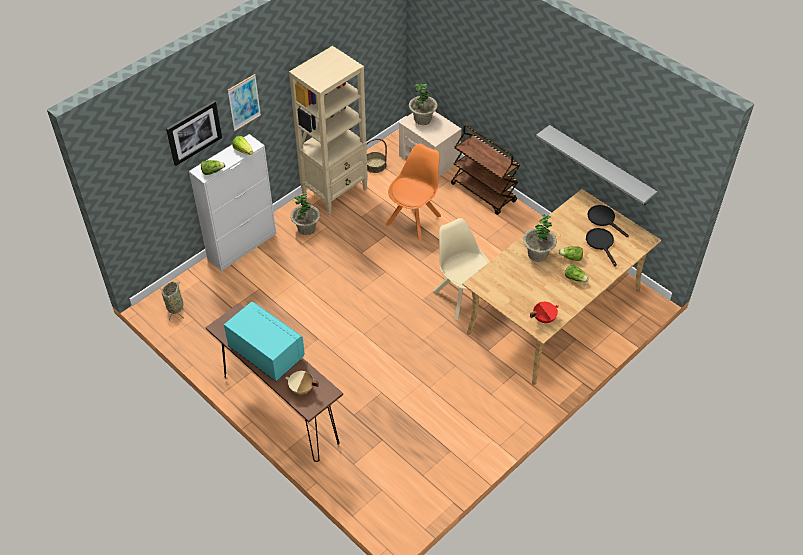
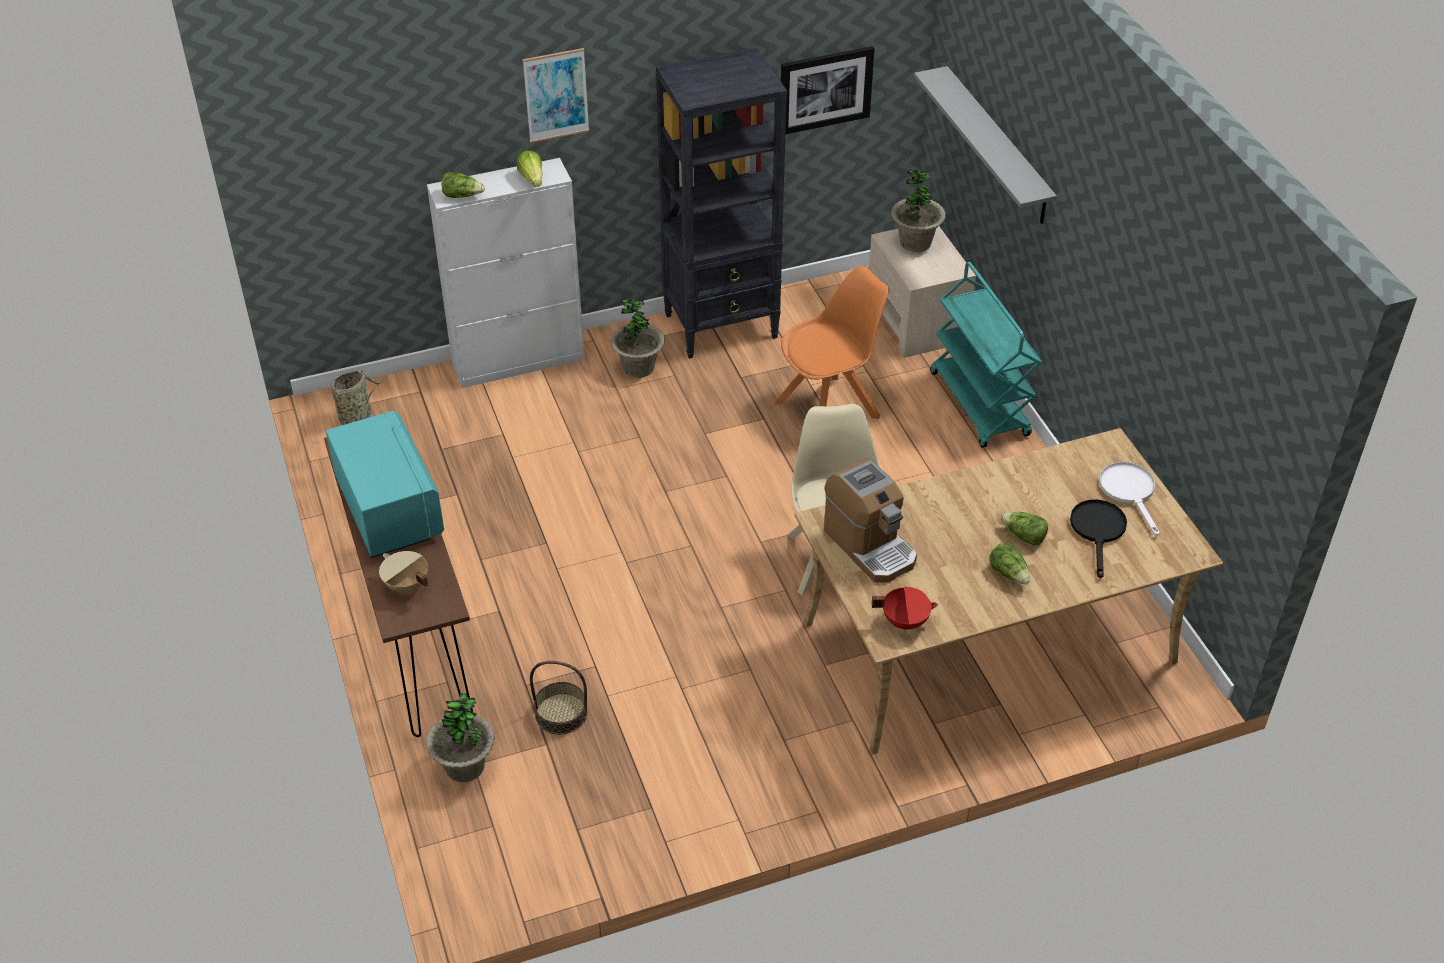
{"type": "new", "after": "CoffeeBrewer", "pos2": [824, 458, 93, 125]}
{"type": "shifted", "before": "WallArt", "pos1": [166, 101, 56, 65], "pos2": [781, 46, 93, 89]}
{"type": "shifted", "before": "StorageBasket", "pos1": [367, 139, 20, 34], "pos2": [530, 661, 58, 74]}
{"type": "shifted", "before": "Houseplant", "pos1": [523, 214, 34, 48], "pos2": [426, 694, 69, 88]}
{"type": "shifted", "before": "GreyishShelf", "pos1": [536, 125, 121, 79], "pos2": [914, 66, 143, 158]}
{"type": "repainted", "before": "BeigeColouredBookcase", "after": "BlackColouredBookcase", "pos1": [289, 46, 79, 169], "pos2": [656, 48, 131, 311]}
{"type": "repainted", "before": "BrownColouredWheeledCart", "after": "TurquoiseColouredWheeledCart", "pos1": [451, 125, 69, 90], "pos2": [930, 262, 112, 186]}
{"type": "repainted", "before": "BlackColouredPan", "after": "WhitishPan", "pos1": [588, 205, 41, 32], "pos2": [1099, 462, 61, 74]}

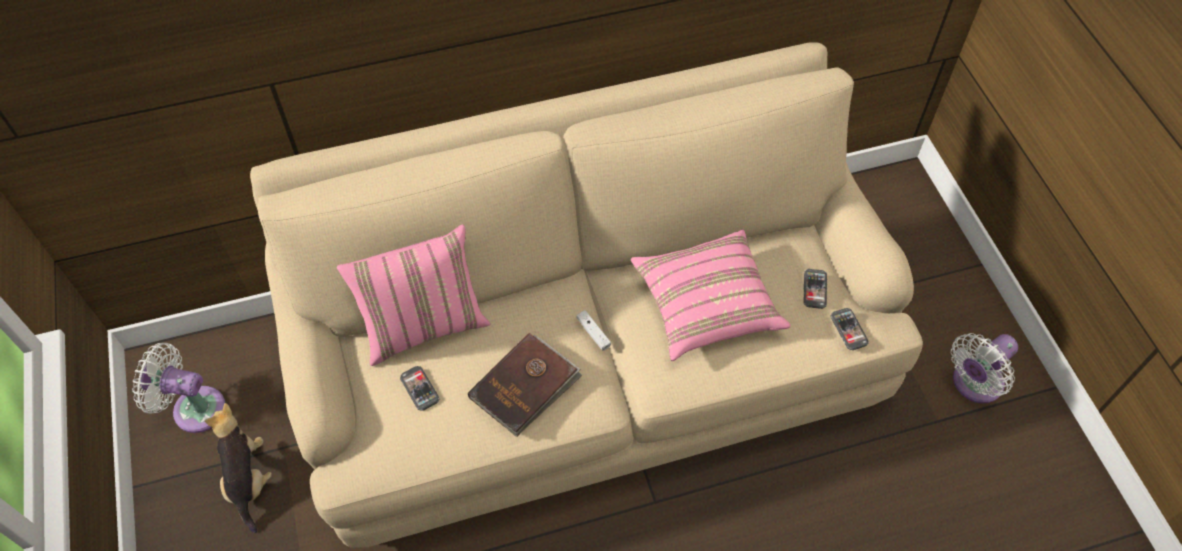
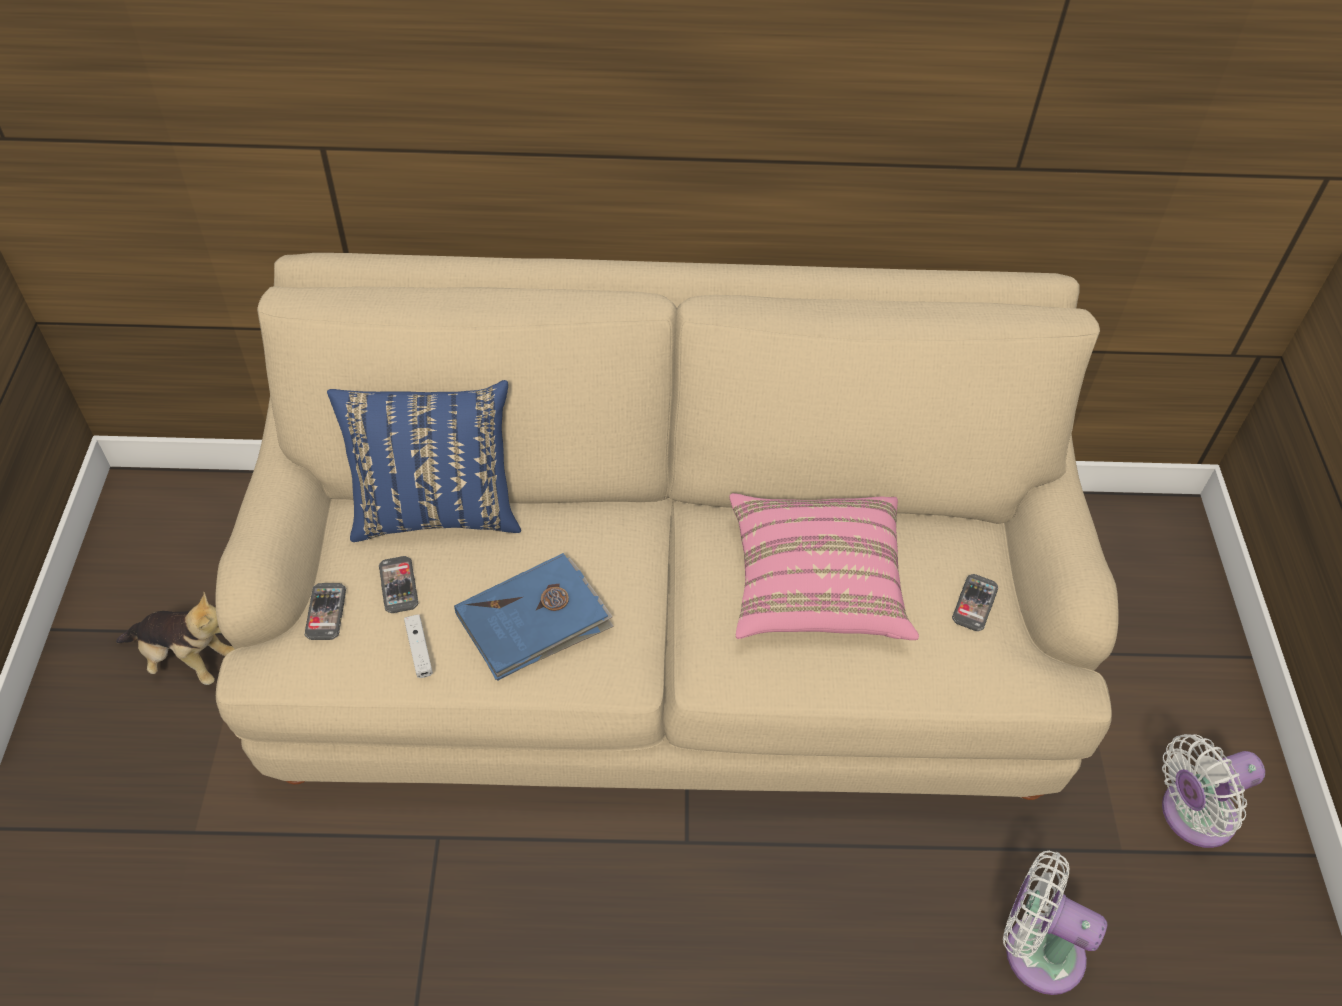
{"type": "shifted", "before": "WhitishElectricFan", "pos1": [132, 343, 93, 90], "pos2": [1003, 851, 104, 144]}
{"type": "shifted", "before": "WhitishJoypad", "pos1": [577, 310, 34, 41], "pos2": [404, 614, 29, 64]}
{"type": "shifted", "before": "Handset", "pos1": [830, 308, 39, 42], "pos2": [305, 583, 41, 57]}
{"type": "repainted", "before": "PinkishCushion", "after": "BlueColouredCushion", "pos1": [337, 225, 153, 141], "pos2": [327, 380, 194, 162]}
{"type": "repainted", "before": "BrownColouredVolume", "after": "BlueColouredVolume", "pos1": [468, 333, 114, 104], "pos2": [454, 553, 160, 128]}
{"type": "rotated", "before": "CuddlyToy", "pos1": [204, 403, 68, 130], "pos2": [116, 592, 119, 93], "turn": 105}

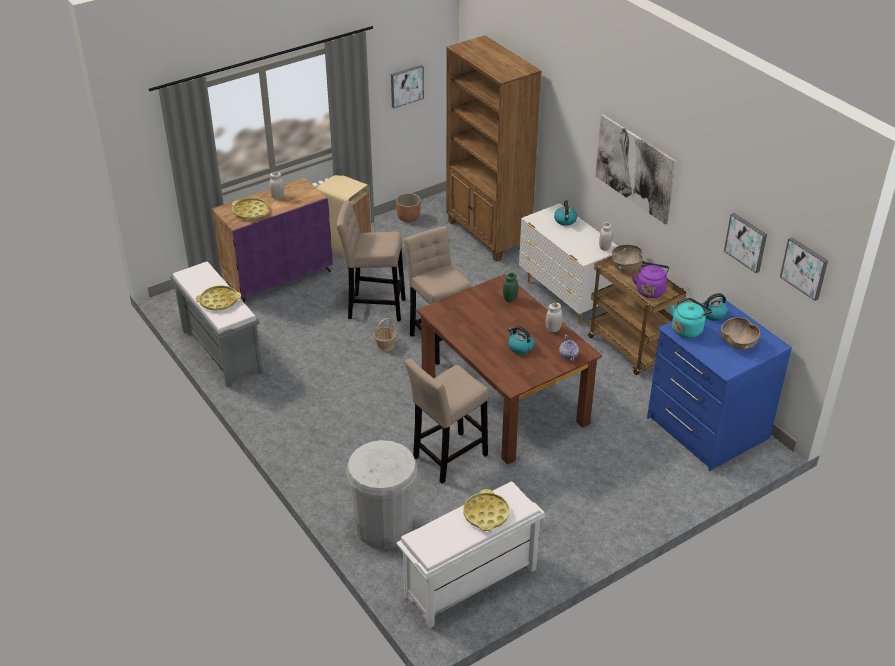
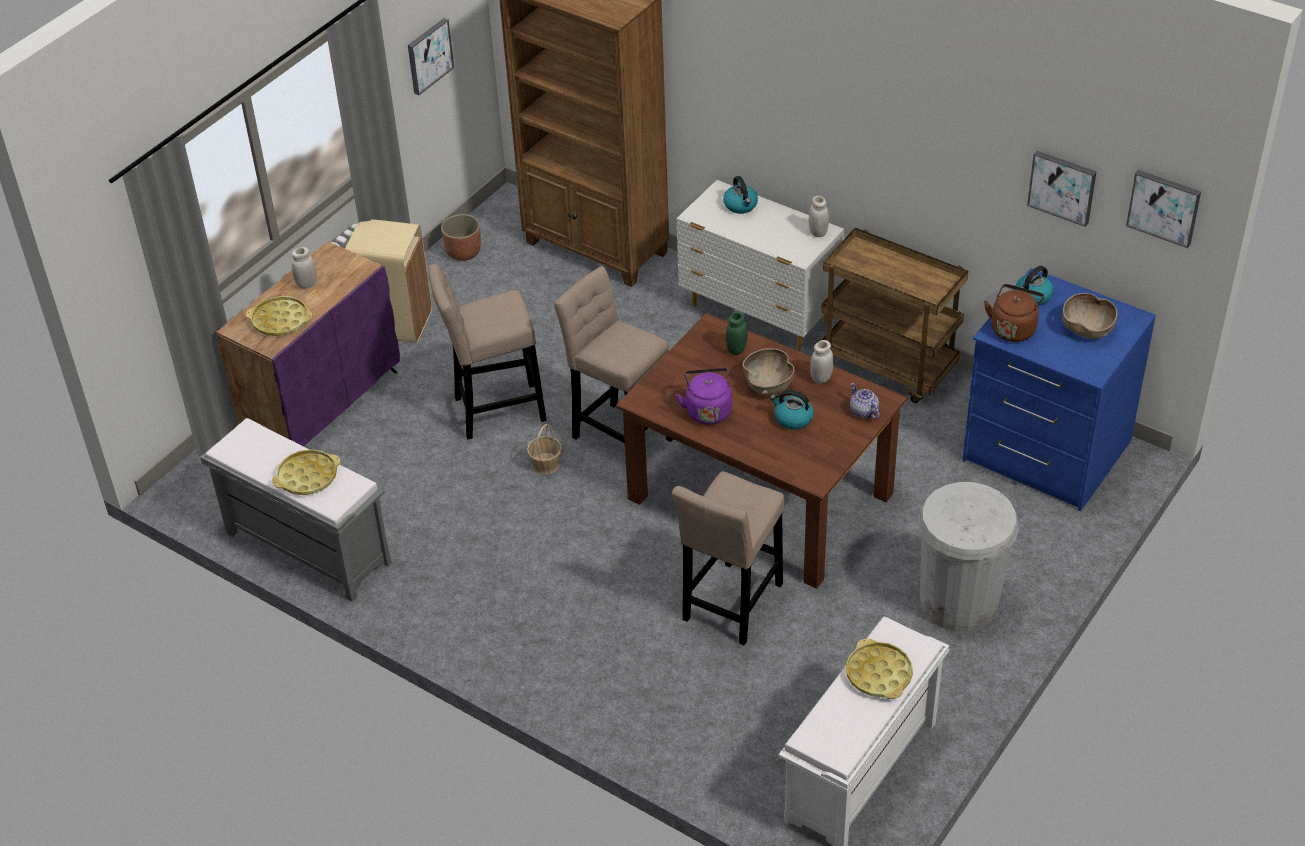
{"type": "gone", "before": "WallArt", "pos1": [595, 114, 81, 111]}
{"type": "shifted", "before": "WhitishWasteBin", "pos1": [346, 440, 72, 109], "pos2": [918, 482, 101, 150]}
{"type": "shifted", "before": "BrownColouredServingBowl", "pos1": [612, 244, 31, 27], "pos2": [742, 348, 53, 47]}
{"type": "shifted", "before": "PurpleWaterKettle", "pos1": [631, 262, 38, 36], "pos2": [676, 368, 56, 57]}
{"type": "repainted", "before": "TurquoiseColouredWaterKettle", "after": "BrownColouredWaterKettle", "pos1": [671, 298, 41, 40], "pos2": [984, 284, 61, 58]}

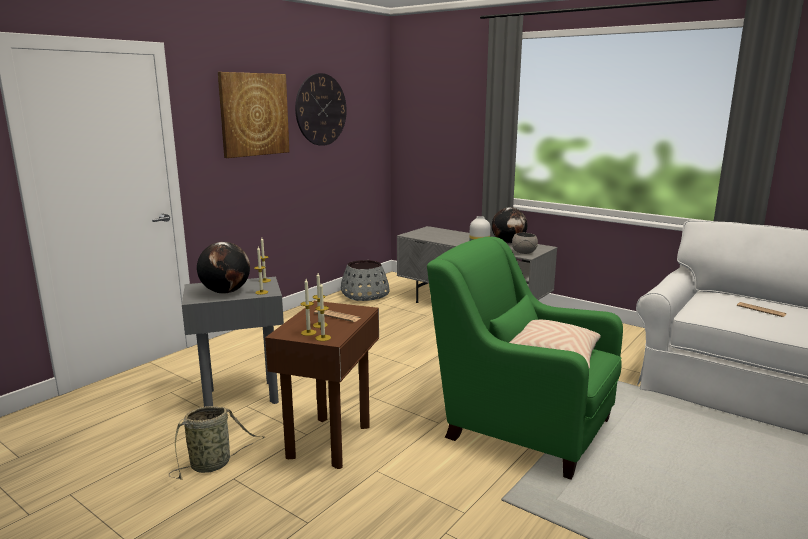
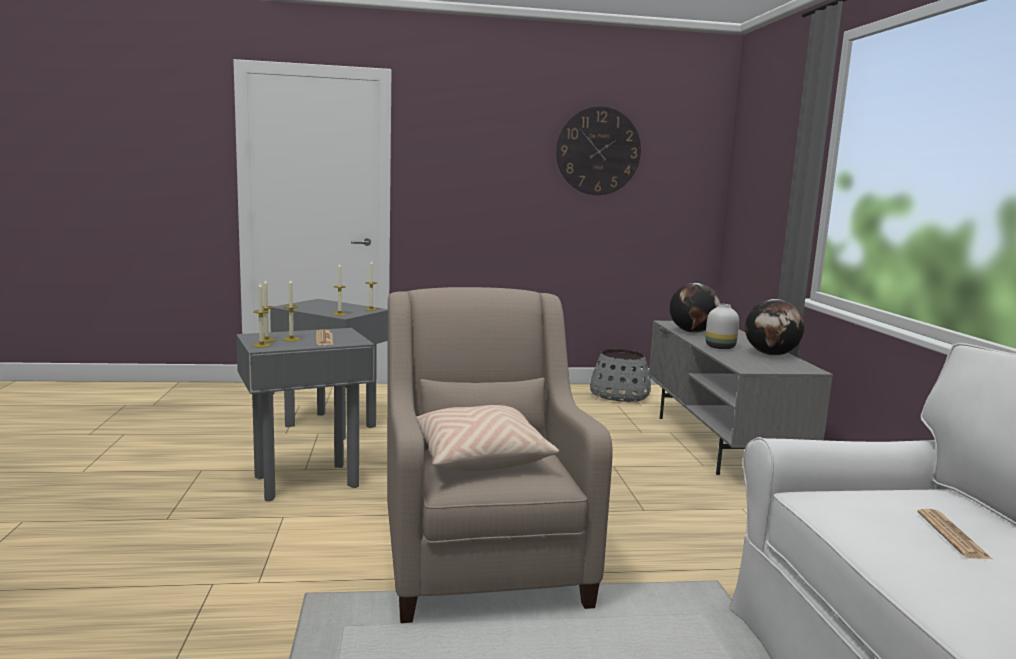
{"type": "gone", "before": "StorageBasket", "pos1": [168, 406, 97, 74]}
{"type": "gone", "before": "WallArt", "pos1": [218, 72, 71, 86]}
{"type": "gone", "before": "GreyishServingBowl", "pos1": [512, 233, 26, 21]}
{"type": "shifted", "before": "WorldGlobe", "pos1": [197, 242, 53, 52], "pos2": [670, 283, 50, 50]}
{"type": "repainted", "before": "BrownColouredSideTable", "after": "GreyishSideTable", "pos1": [265, 301, 114, 168], "pos2": [236, 328, 139, 174]}
{"type": "repainted", "before": "GreenArmchair", "after": "BeigeColouredArmchair", "pos1": [427, 237, 196, 243], "pos2": [387, 287, 226, 336]}

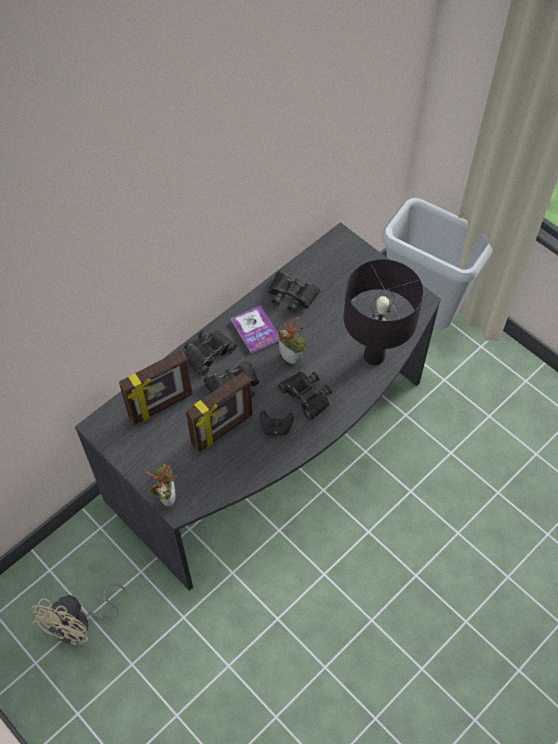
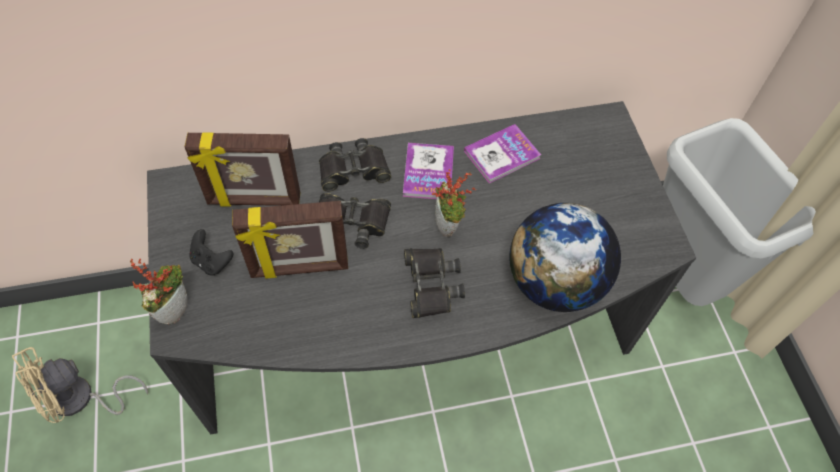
{"type": "shifted", "before": "BlackColouredJoypad", "pos1": [260, 410, 34, 26], "pos2": [189, 229, 44, 47]}
{"type": "swapped", "before": "BlackColouredBinoculars", "after": "Volume", "pos1": [268, 271, 52, 42], "pos2": [464, 124, 77, 59]}
{"type": "swapped", "before": "BlackColouredLampForATable", "after": "WorldGlobe", "pos1": [344, 259, 80, 106], "pos2": [510, 203, 111, 109]}

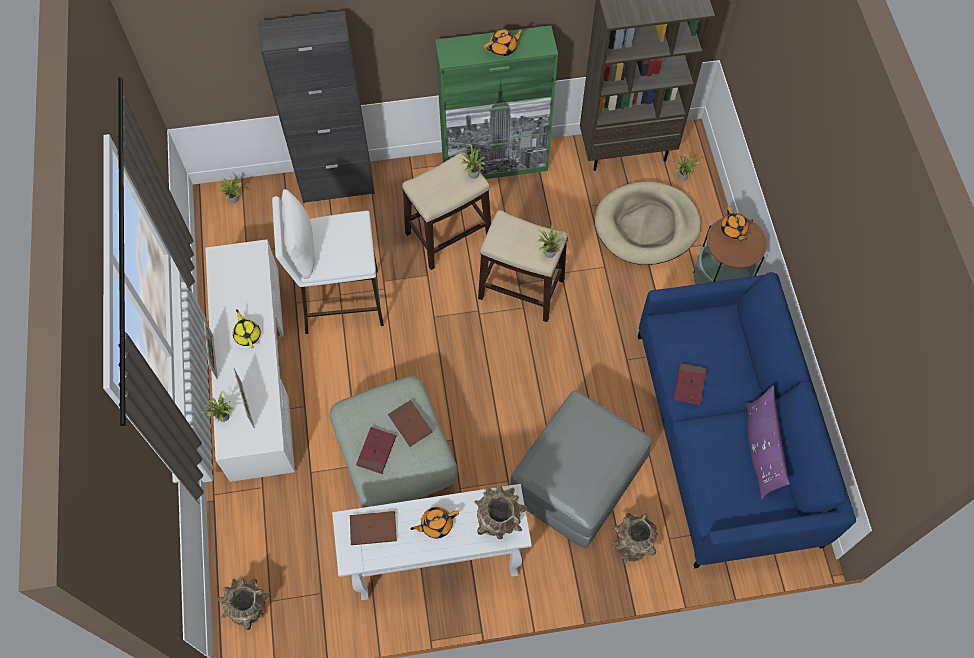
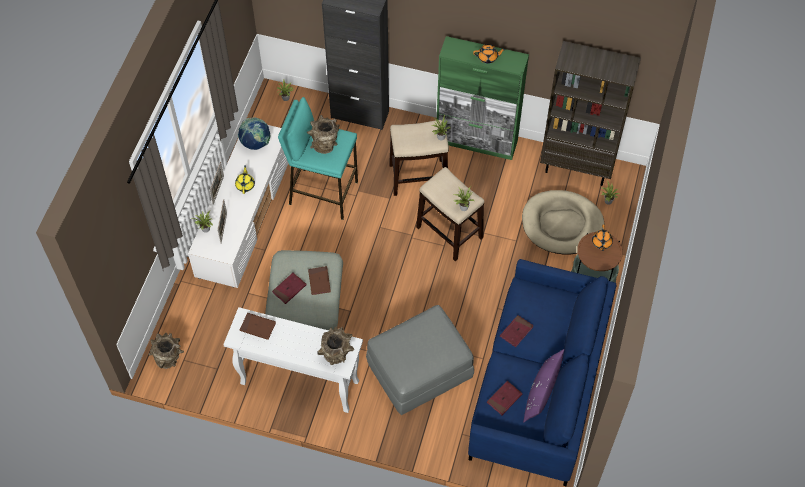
{"type": "gone", "before": "OrangeyTeapot", "pos1": [411, 507, 48, 32]}
{"type": "new", "after": "WorldGlobe", "pos2": [238, 117, 32, 33]}
{"type": "new", "after": "RedVolume", "pos2": [487, 381, 36, 34]}
{"type": "shifted", "before": "BrownColouredFlowerVase", "pos1": [612, 512, 46, 52], "pos2": [307, 115, 33, 39]}
{"type": "repainted", "before": "WhitishStoolSeat", "after": "TurquoiseColouredStoolSeat", "pos1": [272, 189, 112, 145], "pos2": [278, 97, 80, 123]}

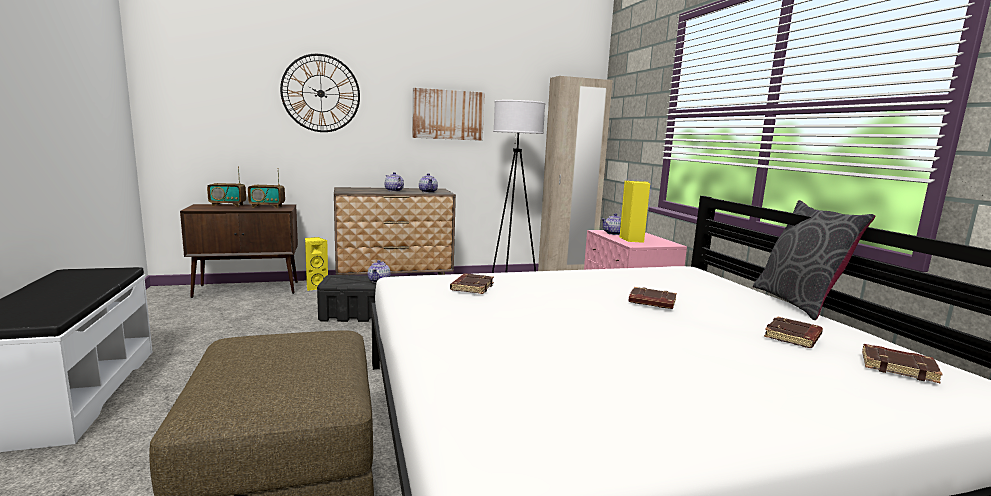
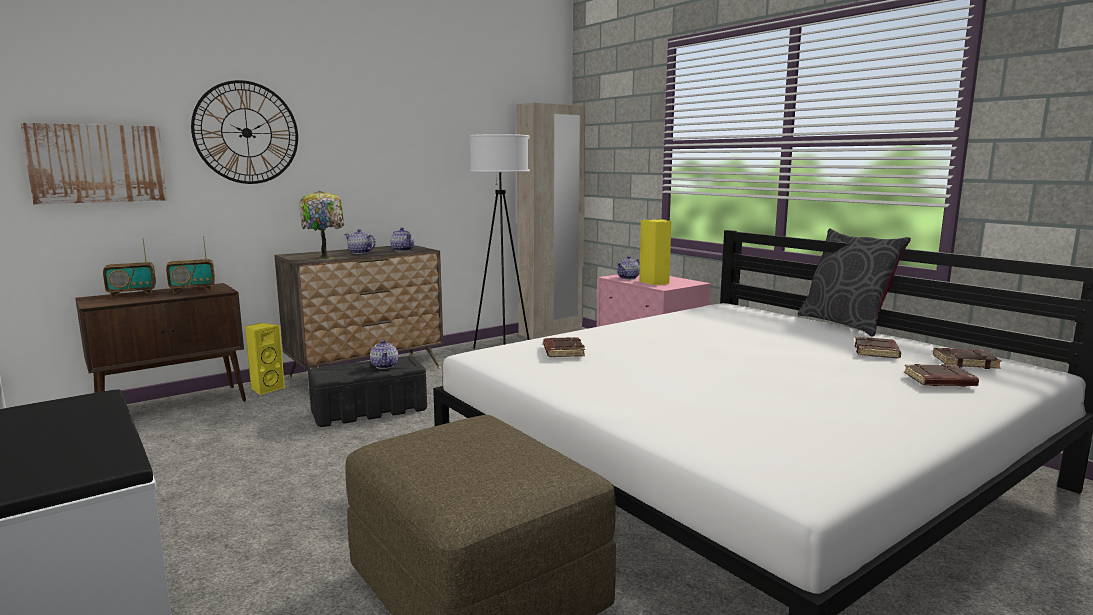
{"type": "new", "after": "LampForATable", "pos2": [299, 191, 45, 69]}
{"type": "shifted", "before": "WallArt", "pos1": [412, 88, 73, 53], "pos2": [20, 123, 148, 81]}
{"type": "shifted", "before": "BrownColouredVolume", "pos1": [628, 287, 49, 22], "pos2": [904, 364, 75, 22]}

